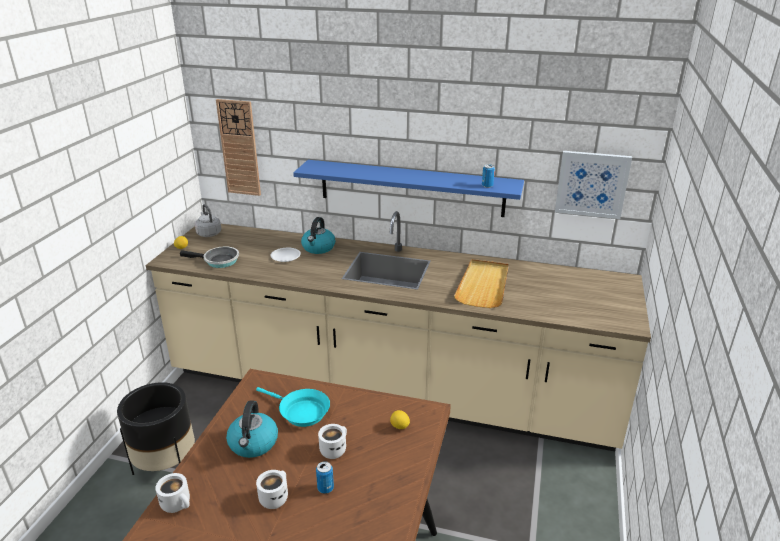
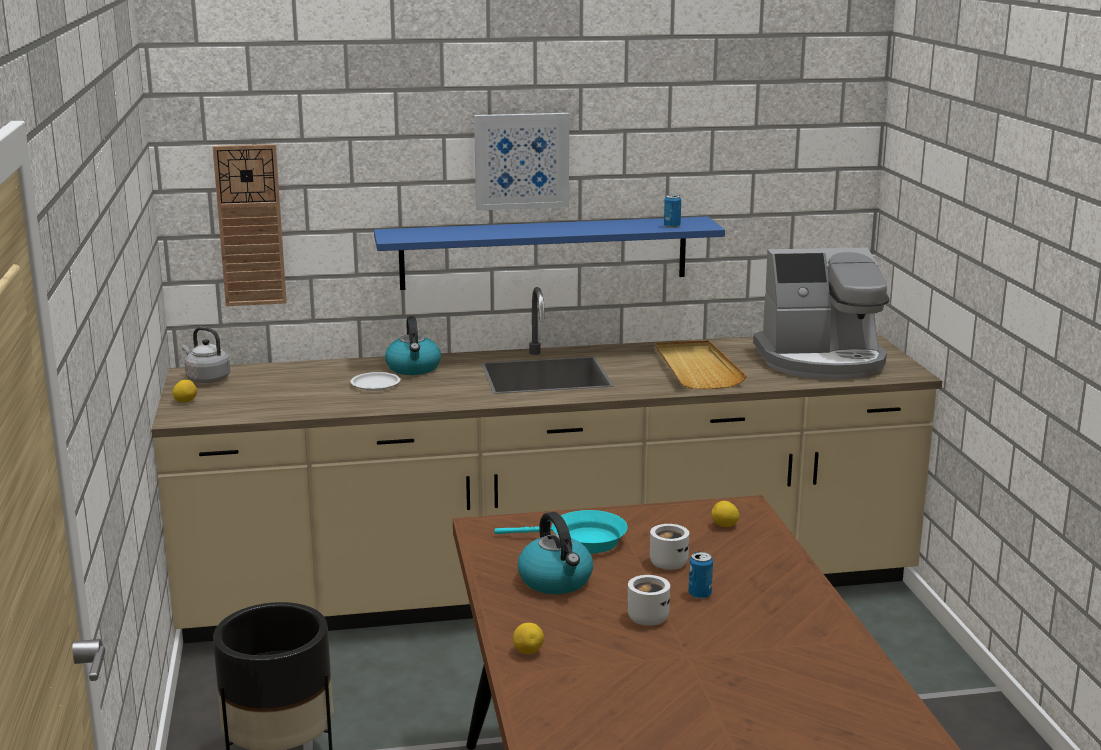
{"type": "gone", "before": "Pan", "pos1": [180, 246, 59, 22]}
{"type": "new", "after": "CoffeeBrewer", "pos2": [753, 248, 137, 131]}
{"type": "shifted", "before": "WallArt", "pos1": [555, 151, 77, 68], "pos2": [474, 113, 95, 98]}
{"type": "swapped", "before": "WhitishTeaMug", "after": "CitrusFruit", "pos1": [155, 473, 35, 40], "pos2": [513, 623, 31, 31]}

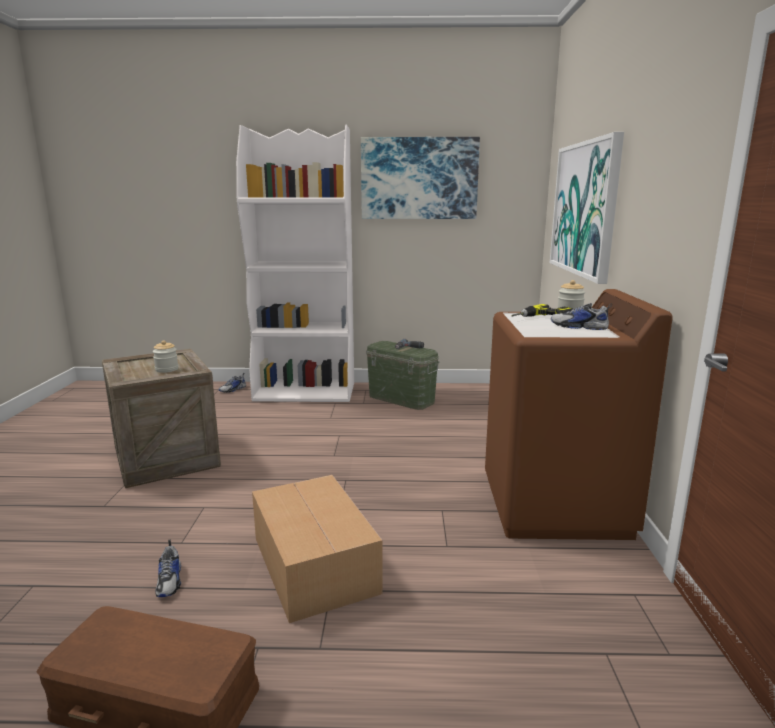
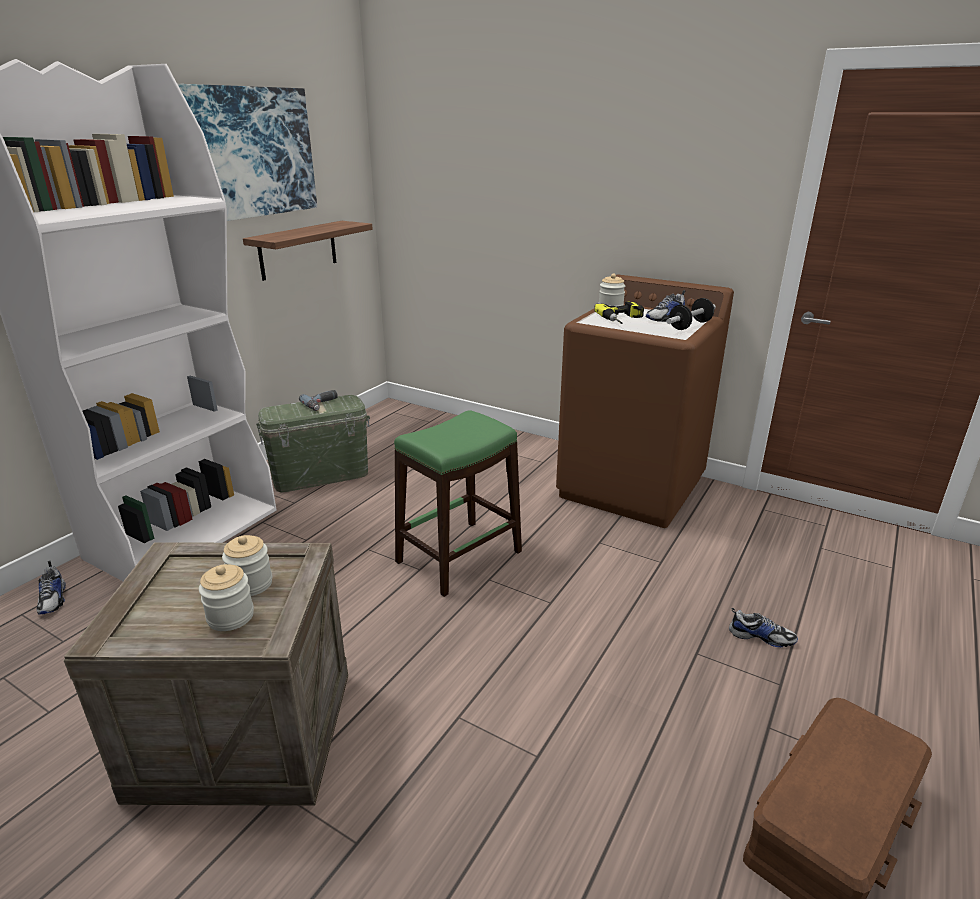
{"type": "gone", "before": "PackingBox", "pos1": [252, 475, 131, 148]}
{"type": "gone", "before": "WallArt", "pos1": [550, 132, 74, 152]}
{"type": "new", "after": "PreserveJar", "pos2": [199, 564, 55, 67]}
{"type": "new", "after": "Shelf", "pos2": [243, 221, 130, 60]}
{"type": "new", "after": "GreenStoolSeat", "pos2": [394, 410, 128, 187]}
{"type": "new", "after": "Dumbbell", "pos2": [667, 298, 49, 32]}
{"type": "shifted", "before": "LowShoe", "pos1": [155, 539, 26, 58], "pos2": [729, 608, 69, 39]}

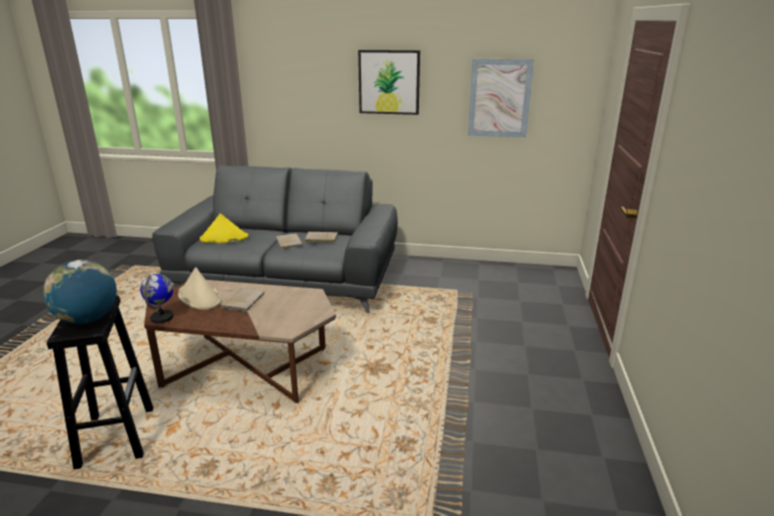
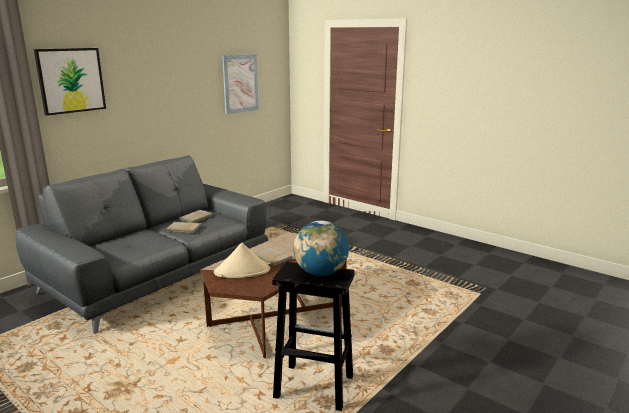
{"type": "gone", "before": "WorldGlobe", "pos1": [140, 274, 34, 49]}
{"type": "gone", "before": "YellowColouredHat", "pos1": [200, 214, 49, 29]}
{"type": "shifted", "before": "WallArt", "pos1": [358, 50, 62, 65], "pos2": [34, 48, 72, 68]}

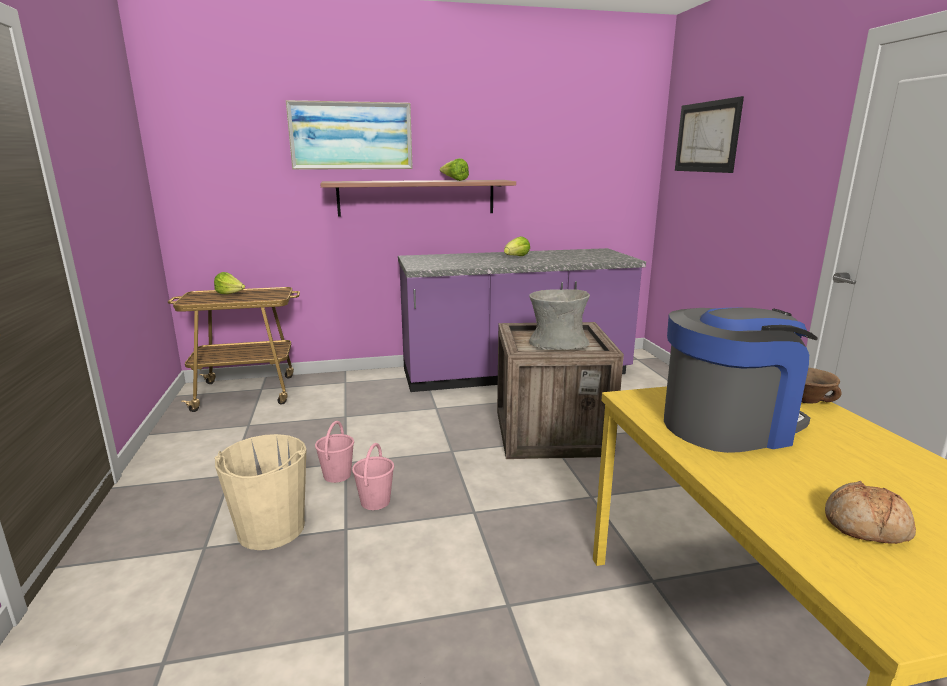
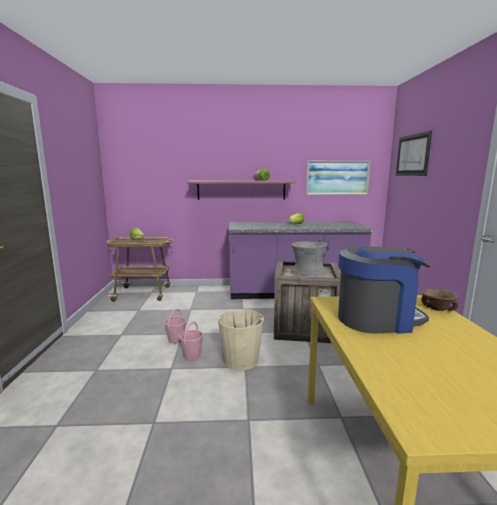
{"type": "gone", "before": "Bread", "pos1": [825, 481, 91, 63]}
{"type": "shifted", "before": "BeigeColouredBucket", "pos1": [215, 434, 91, 116], "pos2": [218, 309, 46, 62]}
{"type": "shifted", "before": "WallArt", "pos1": [286, 100, 127, 70], "pos2": [306, 161, 65, 34]}

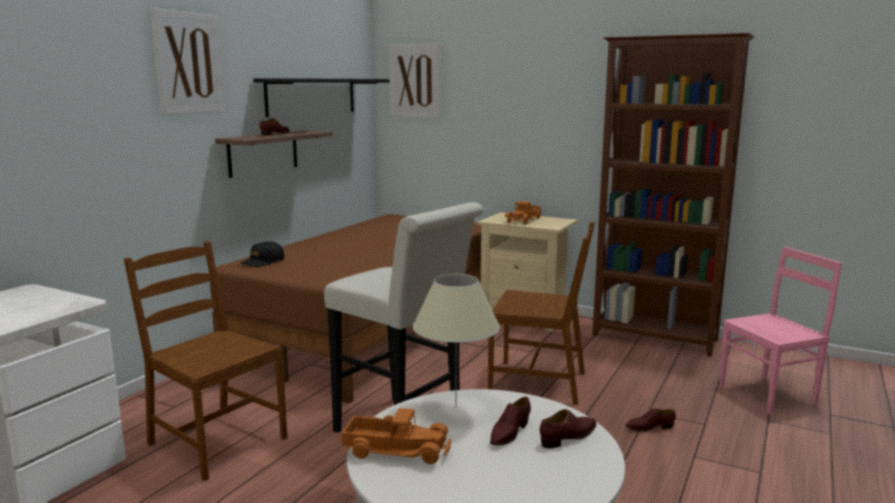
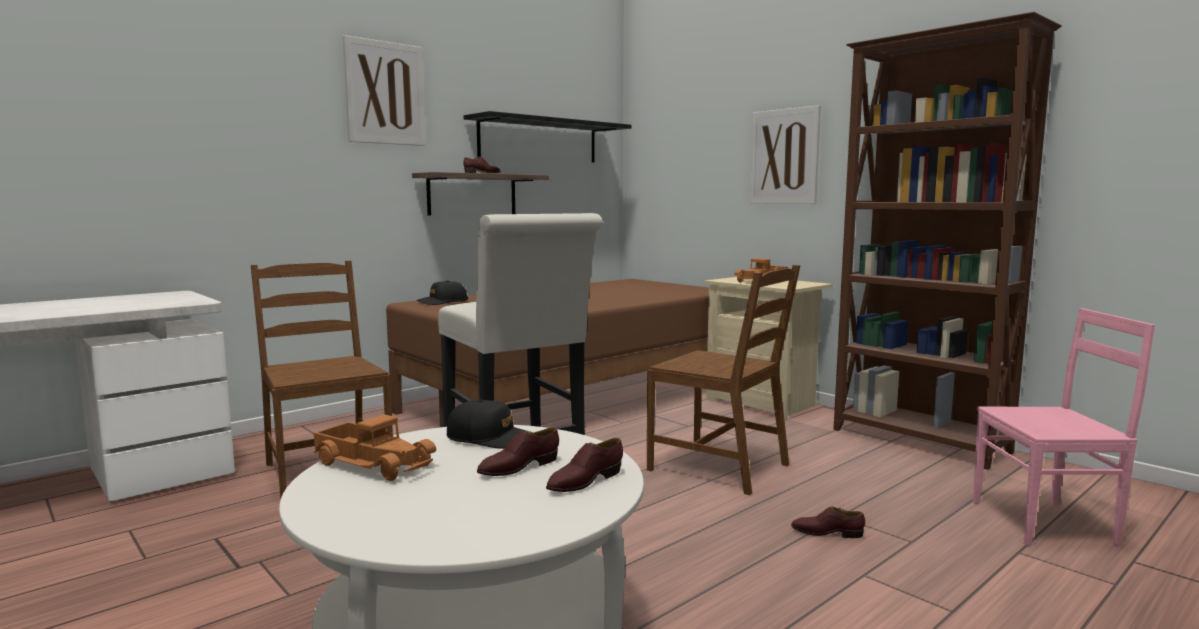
{"type": "shifted", "before": "WallArt", "pos1": [389, 43, 53, 75], "pos2": [749, 105, 72, 99]}
{"type": "swapped", "before": "BeigeColouredLampForATable", "after": "BlackColouredBaseballCap", "pos1": [413, 274, 87, 124], "pos2": [447, 399, 79, 50]}
{"type": "rotated", "before": "BrownColouredLowShoe", "pos1": [540, 409, 57, 39], "pos2": [546, 438, 77, 54], "turn": 150}

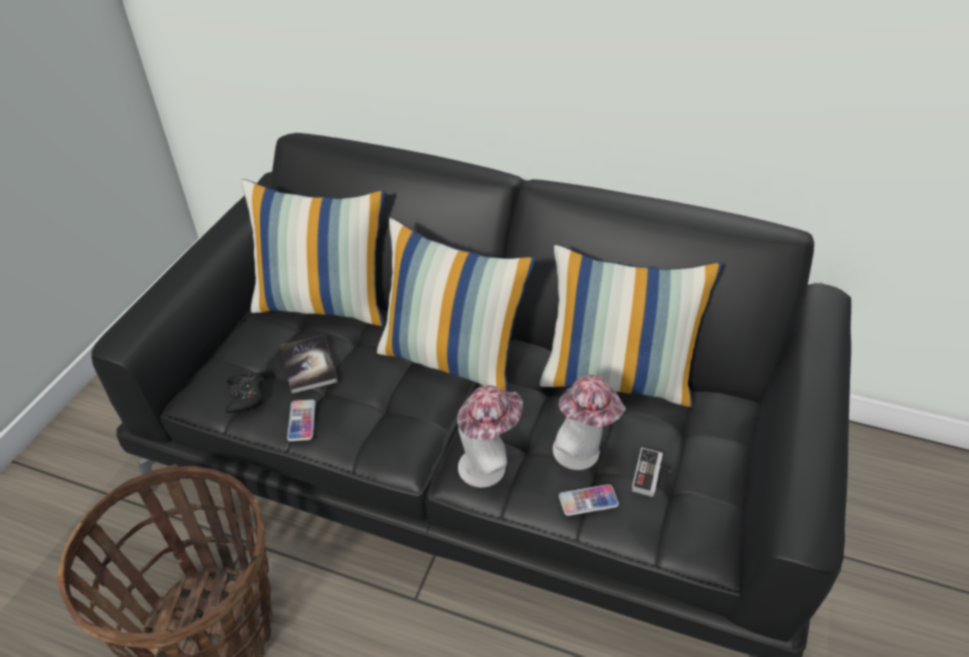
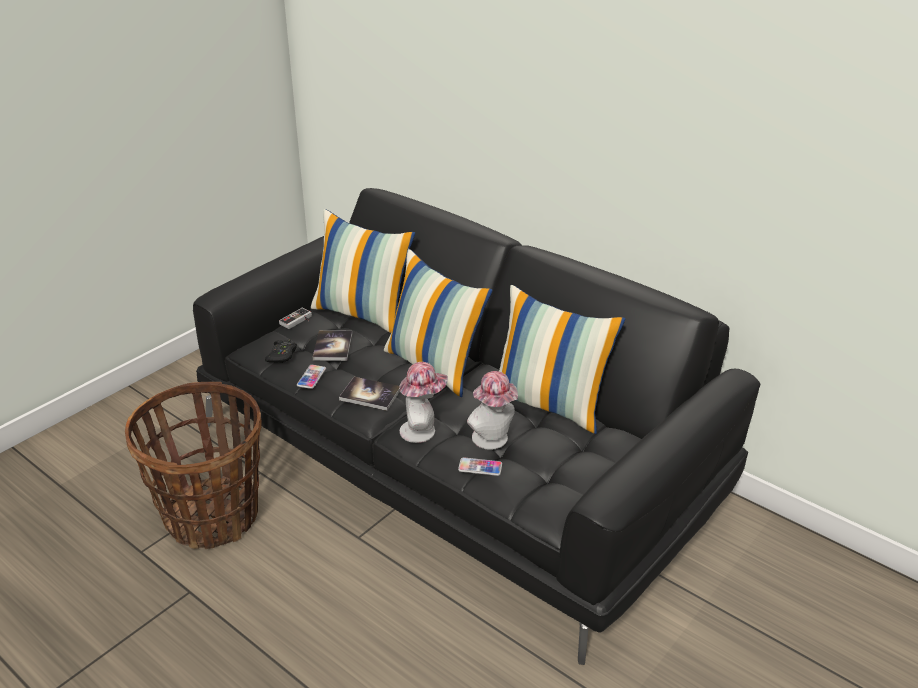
{"type": "new", "after": "Volume", "pos2": [339, 377, 61, 34]}
{"type": "shifted", "before": "Joypad", "pos1": [631, 447, 40, 50], "pos2": [279, 308, 33, 21]}

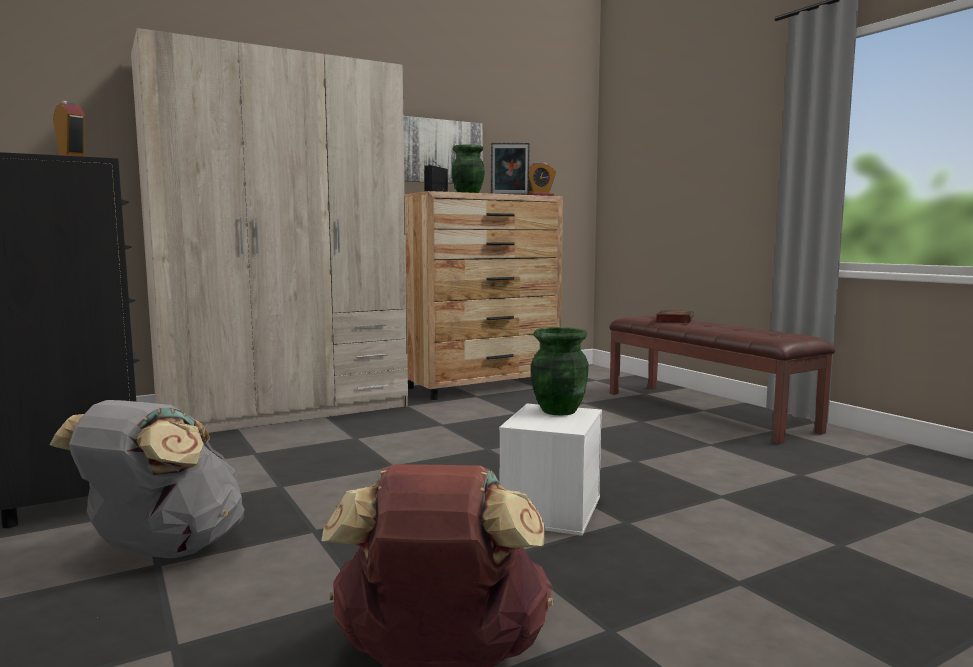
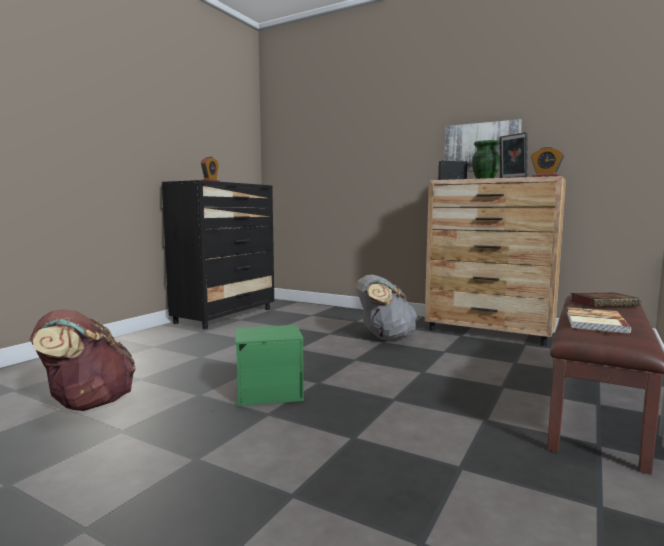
{"type": "gone", "before": "BeigeColouredClothesCupboard", "pos1": [131, 28, 277, 405]}
{"type": "gone", "before": "GreenFlowerVase", "pos1": [531, 327, 58, 88]}
{"type": "new", "after": "Volume", "pos2": [567, 307, 64, 27]}
{"type": "shifted", "before": "GreyishKnapsack", "pos1": [50, 400, 195, 158], "pos2": [355, 275, 62, 65]}
{"type": "repainted", "before": "WhitishStorageBox", "after": "GreenStorageBox", "pos1": [499, 404, 103, 132], "pos2": [235, 325, 69, 81]}

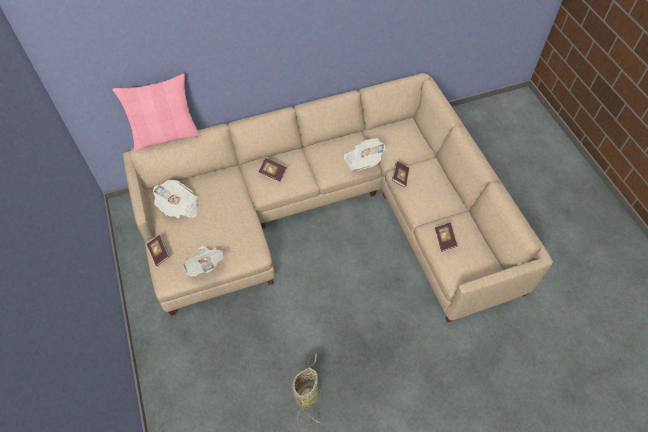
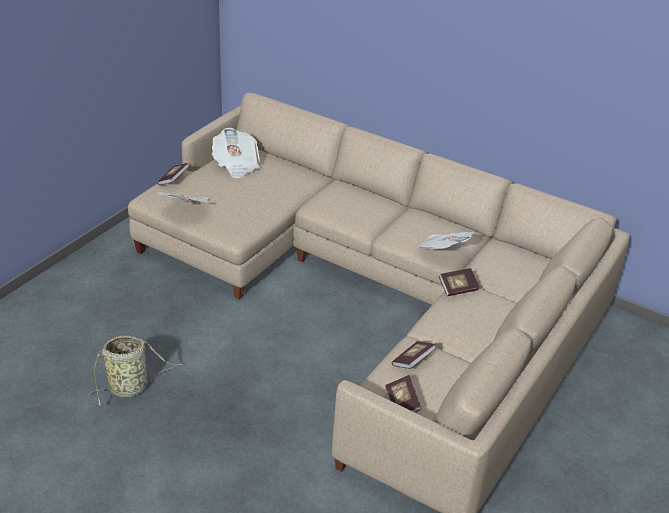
{"type": "gone", "before": "PinkishCushion", "pos1": [112, 74, 89, 77]}
{"type": "shifted", "before": "Volume", "pos1": [259, 158, 27, 24], "pos2": [385, 375, 37, 38]}

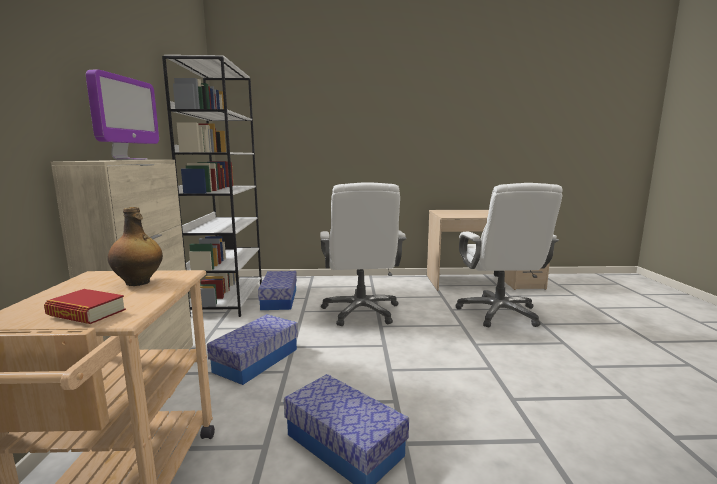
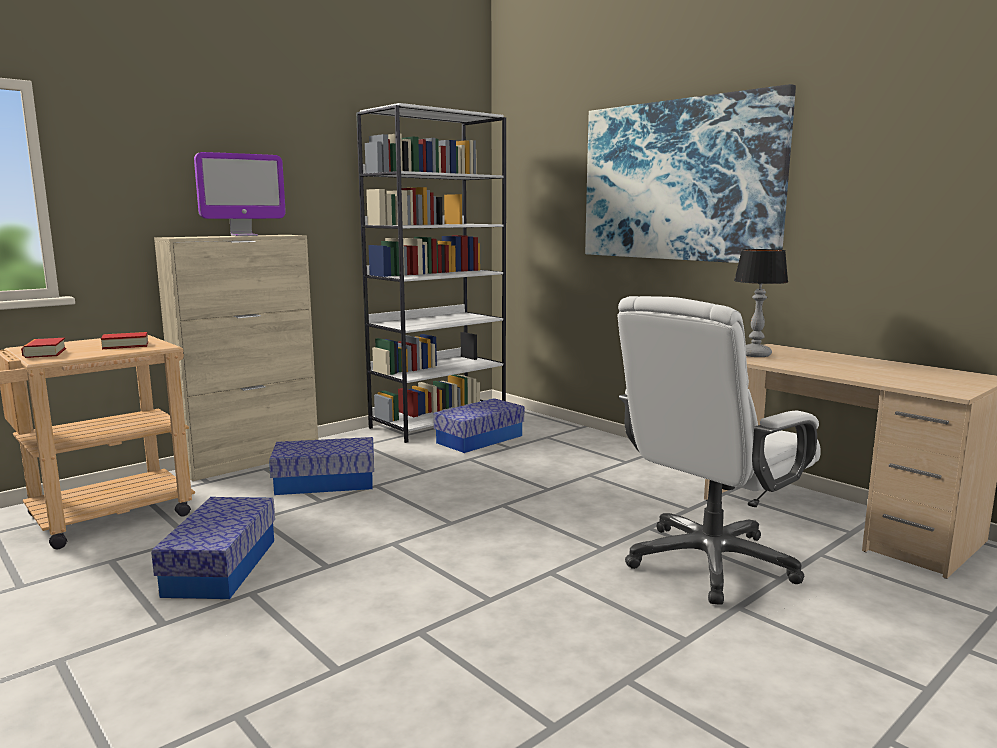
{"type": "gone", "before": "WhitishComputerChair", "pos1": [320, 182, 86, 144]}
{"type": "new", "after": "WallArt", "pos2": [585, 84, 211, 179]}
{"type": "new", "after": "LampForATable", "pos2": [734, 249, 54, 108]}
{"type": "swapped", "before": "Bottle", "after": "Volume", "pos1": [108, 207, 55, 79], "pos2": [101, 332, 47, 17]}

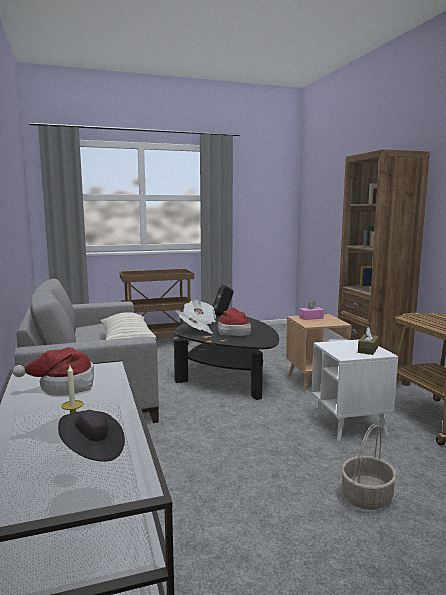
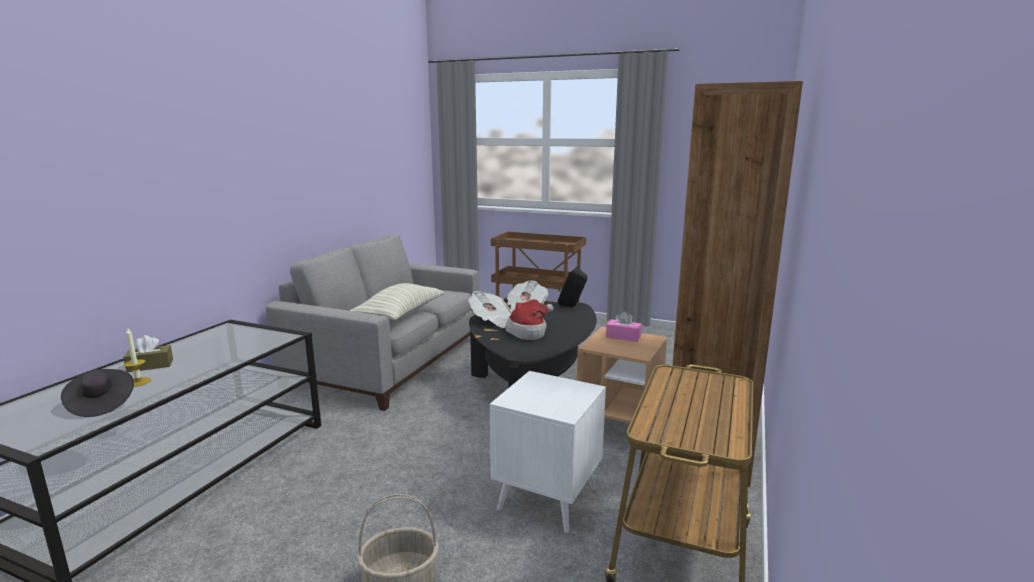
{"type": "gone", "before": "Hat", "pos1": [13, 347, 81, 49]}
{"type": "shifted", "before": "BrownColouredTissueHolder", "pos1": [358, 327, 21, 28], "pos2": [123, 335, 50, 37]}

